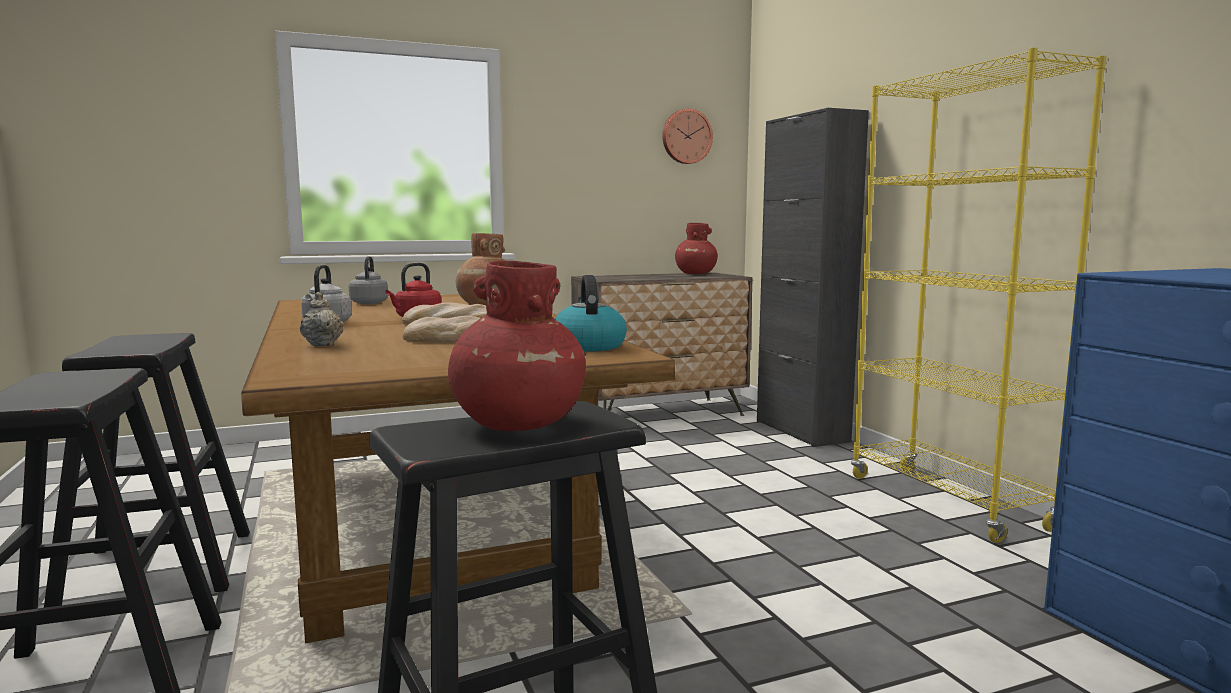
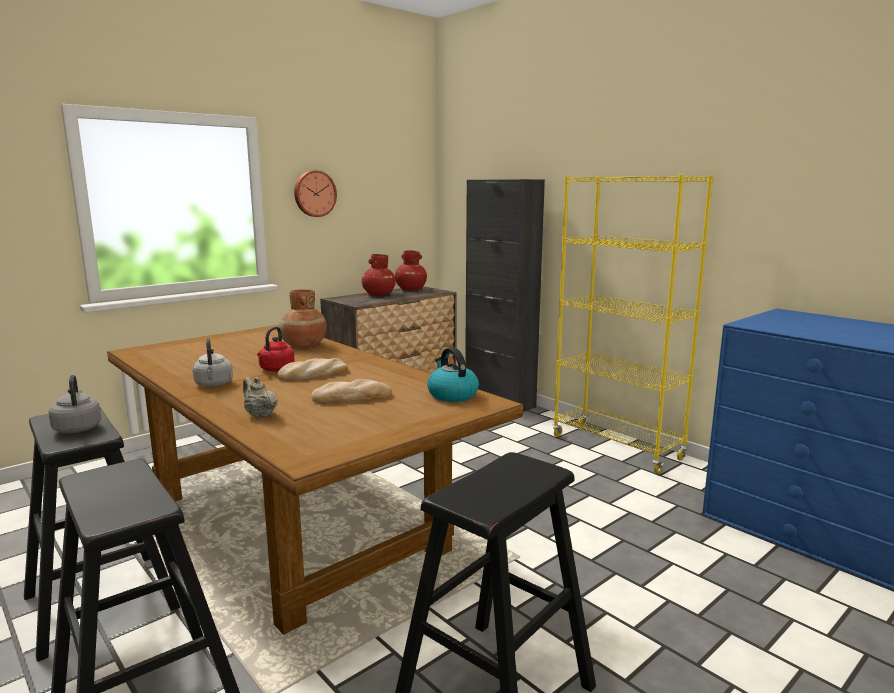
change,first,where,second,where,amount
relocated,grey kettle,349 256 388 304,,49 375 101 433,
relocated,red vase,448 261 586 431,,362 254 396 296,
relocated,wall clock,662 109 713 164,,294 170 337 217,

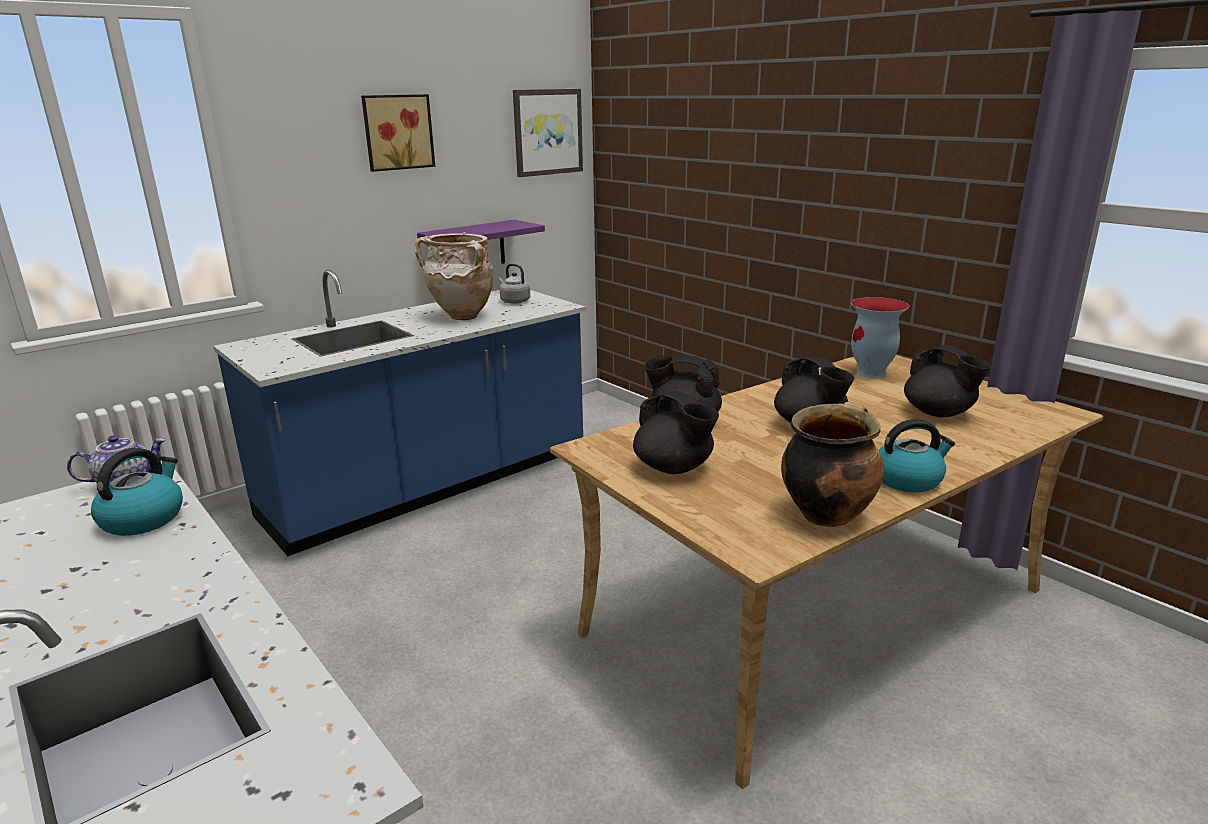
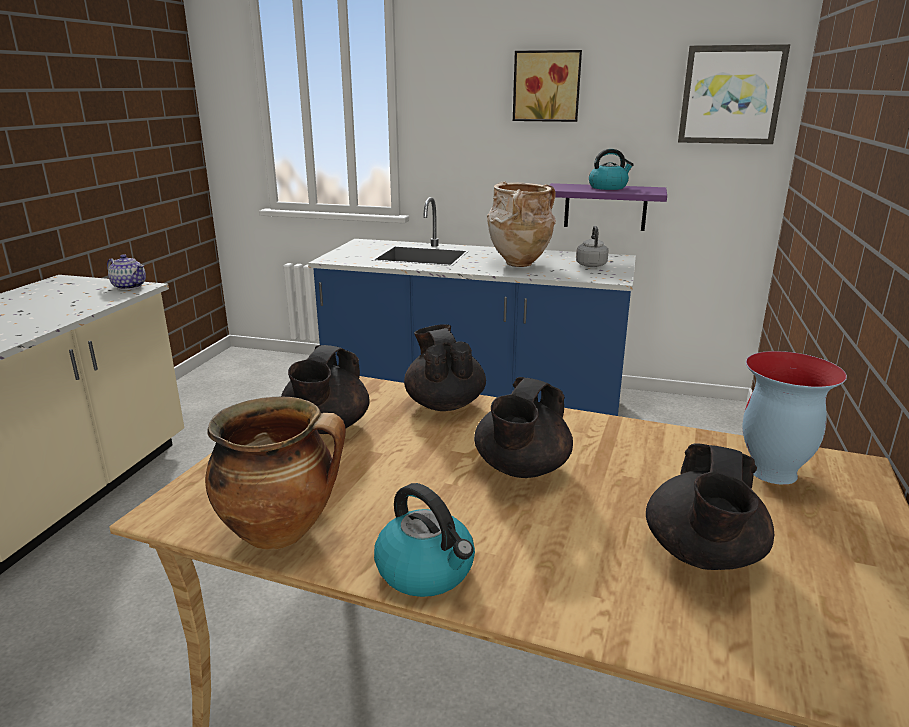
change,first,where,second,where,amount
relocated,kettle,91 448 183 536,,589 149 634 190,

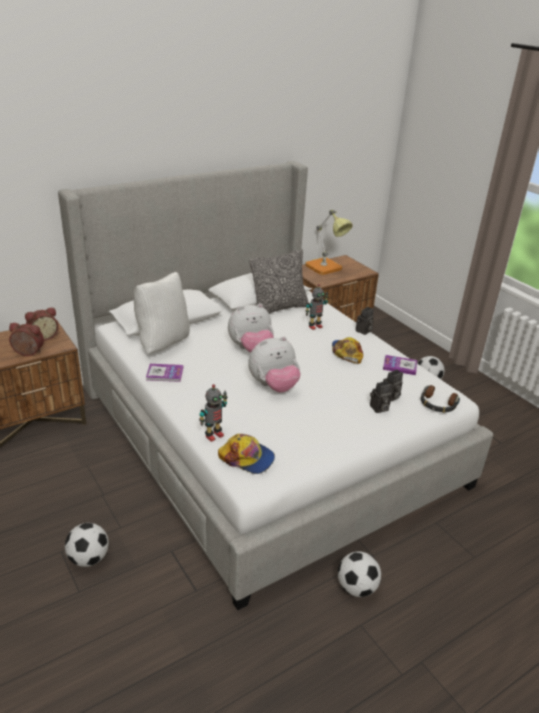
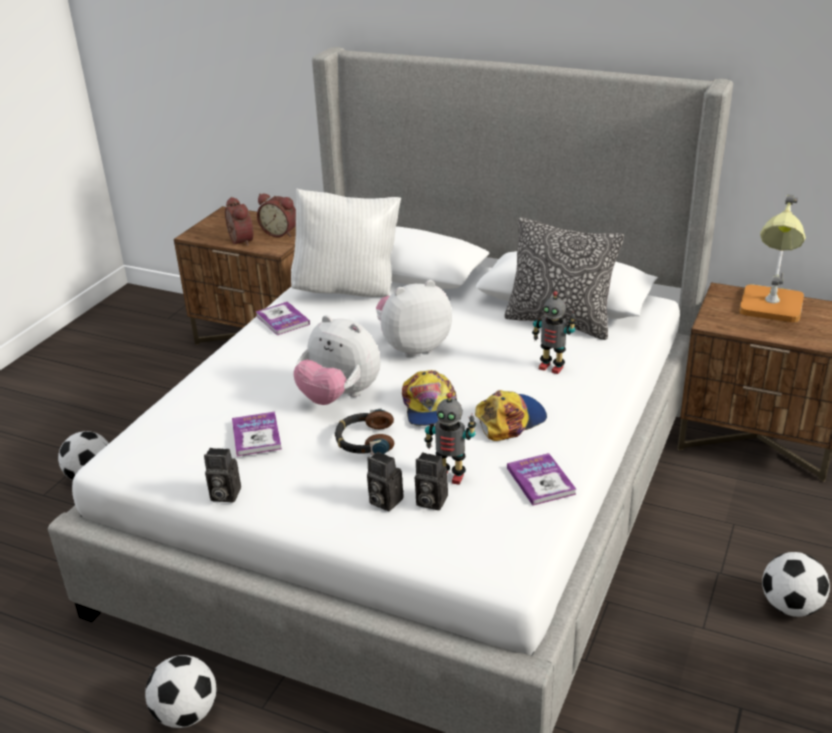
change,first,where,second,where,amount
relocated,toy robot,199 384 227 442,,424 393 476 485,
relocated,cap,218 434 275 474,,402 370 457 426,
spun,plush toy,228 304 274 353,,376 280 452 358,120 degrees clockwise
relocated,photo camera,356 307 374 335,,204 448 241 502,
relocated,headphones,421 385 460 413,,335 409 394 455,
appeared,,,book,232 412 282 457,

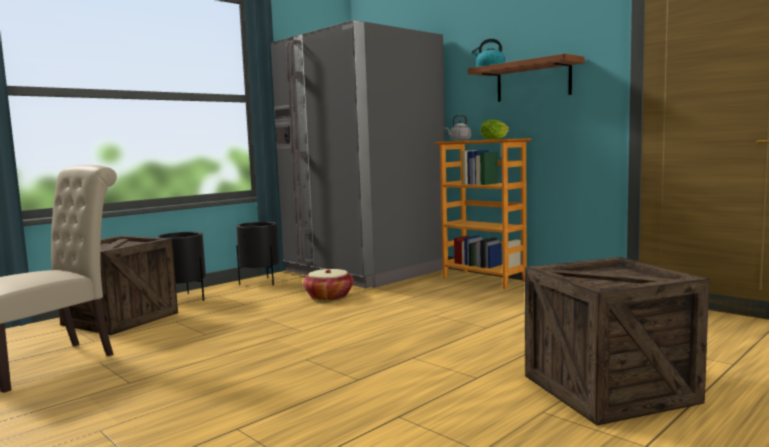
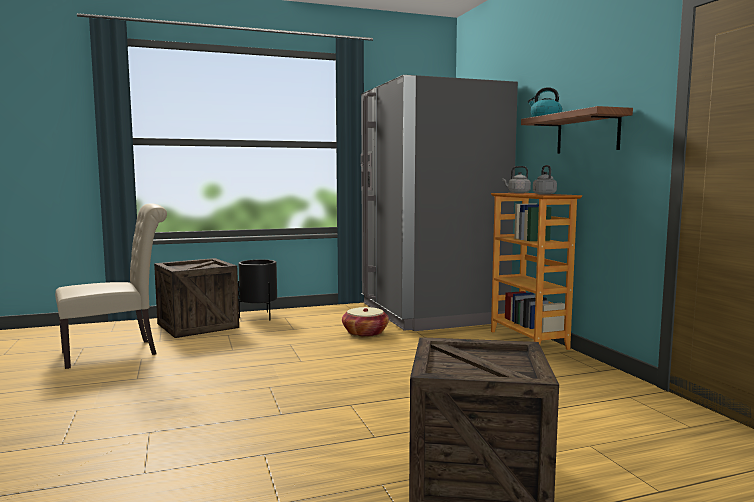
change,first,where,second,where,amount
missing,black planter,236 222 279 285,,,
exchanged,lettuce,480 120 509 140,grey kettle,533 165 557 195,

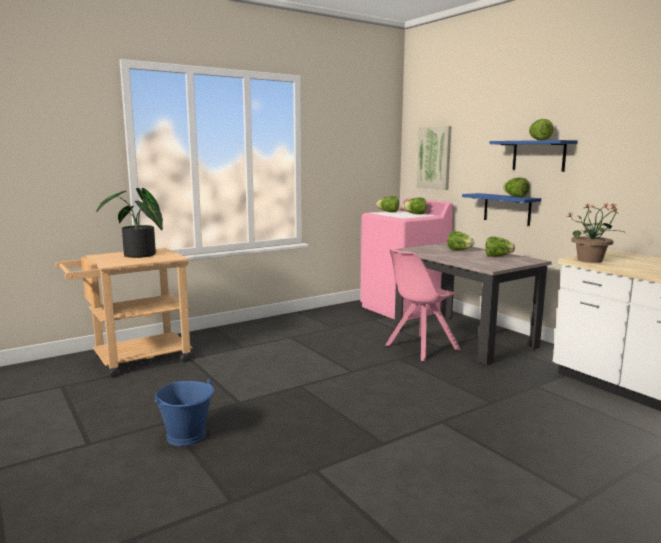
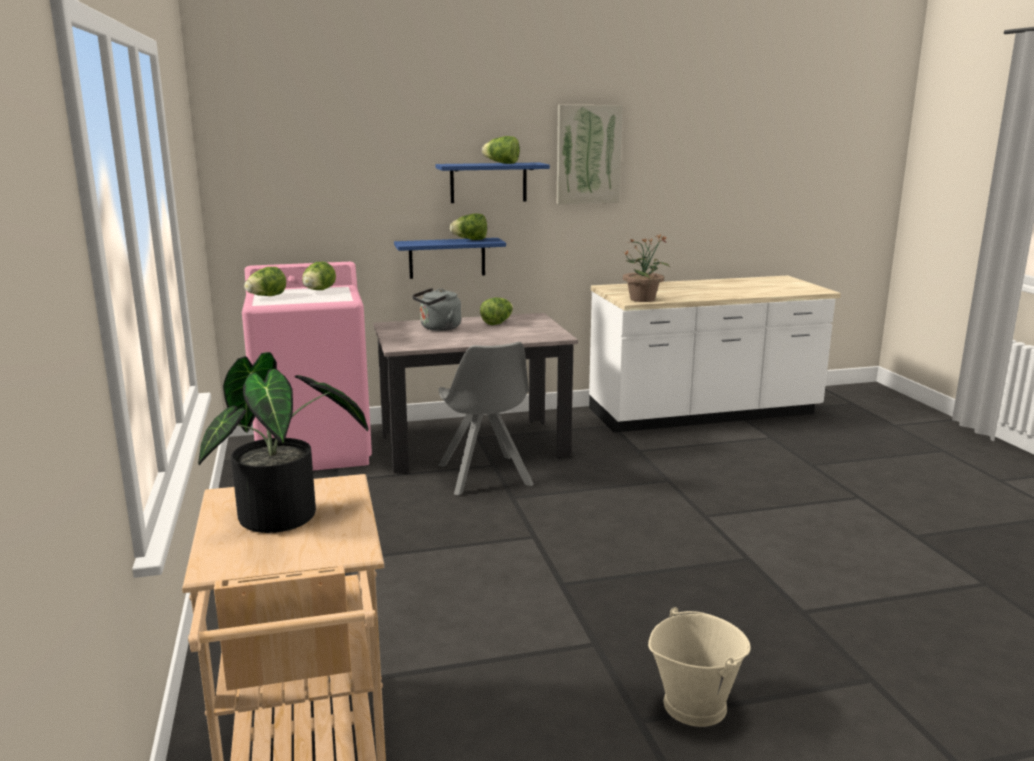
change,first,where,second,where,amount
colour,blue bucket,155 379 214 446,beige bucket,648 607 751 727,
colour,pink chair,385 248 460 361,grey chair,438 342 533 496,
relocated,picture,416 126 451 190,,557 105 623 204,
exchanged,lettuce,447 231 475 250,grey kettle,412 288 461 331,

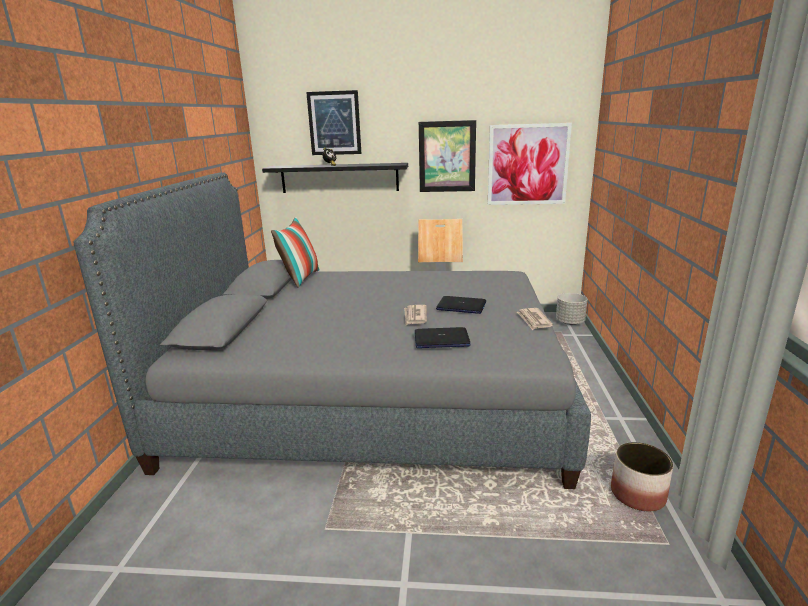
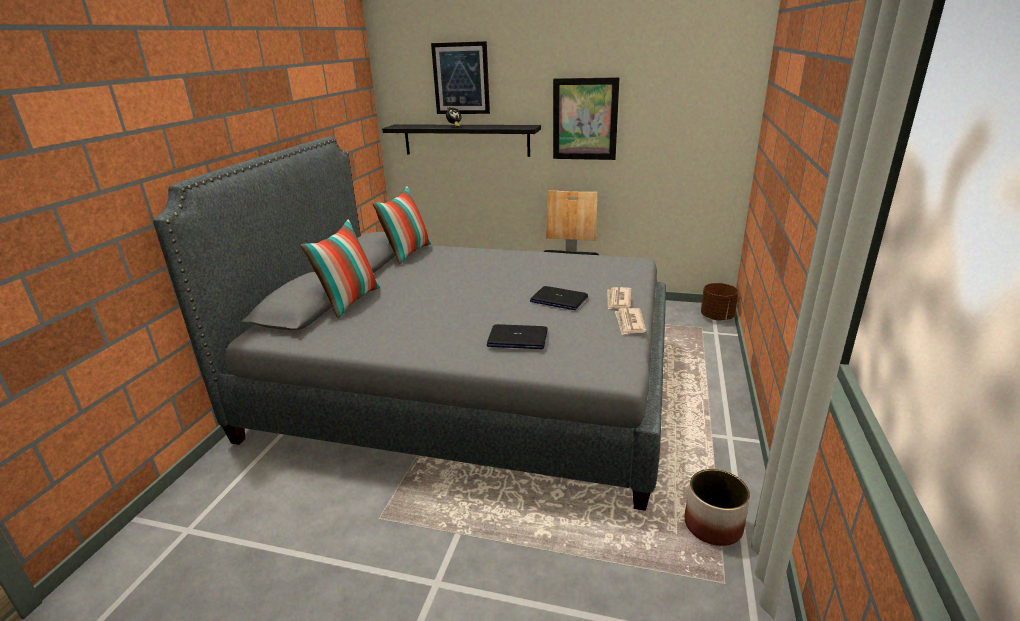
change,first,where,second,where,amount
relocated,newspaper,404 305 427 325,,607 287 631 309,
missing,picture,488 123 572 205,,,
colour,grey planter,556 293 588 325,brown planter,701 283 739 321,
appeared,,,pillow,300 219 380 318,

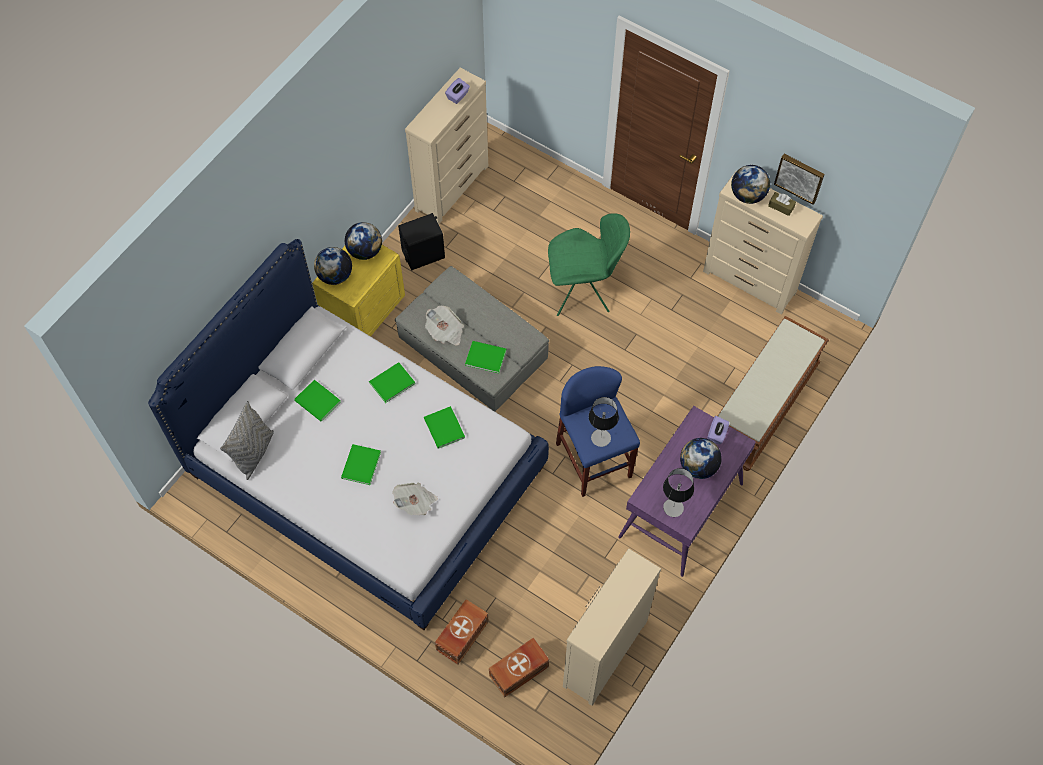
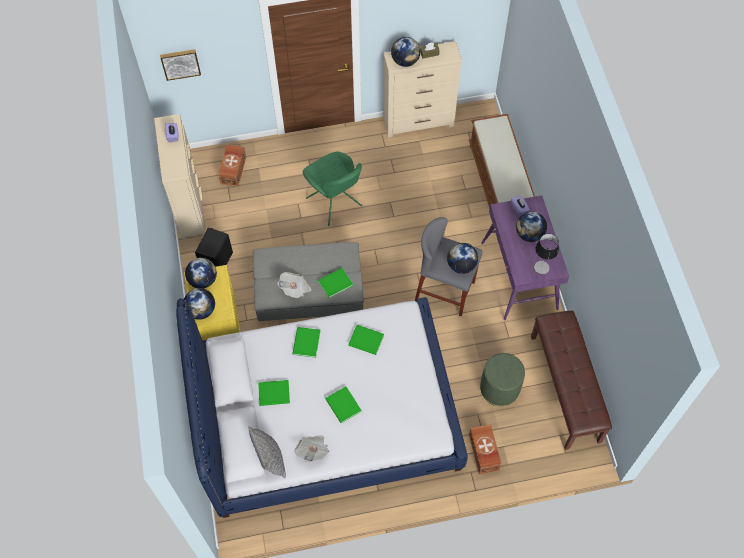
change,first,where,second,where,amount
relocated,newspaper,392 483 438 515,,294 435 329 462,
relocated,brown storage box,489 638 549 698,,218 145 246 187,
spun,green chair,548 213 630 316,,302 151 362 226,105 degrees clockwise
colour,blue stool,556 366 640 497,grey stool,415 217 482 316,
exchanged,beige dresser,563 549 661 706,brown bench,531 311 612 450,
exchanged,table lamp,589 397 619 447,globe,447 243 478 274,
relocated,picture,774 154 825 205,,160 49 201 81,
appeared,,,green ottoman,480 353 525 407,

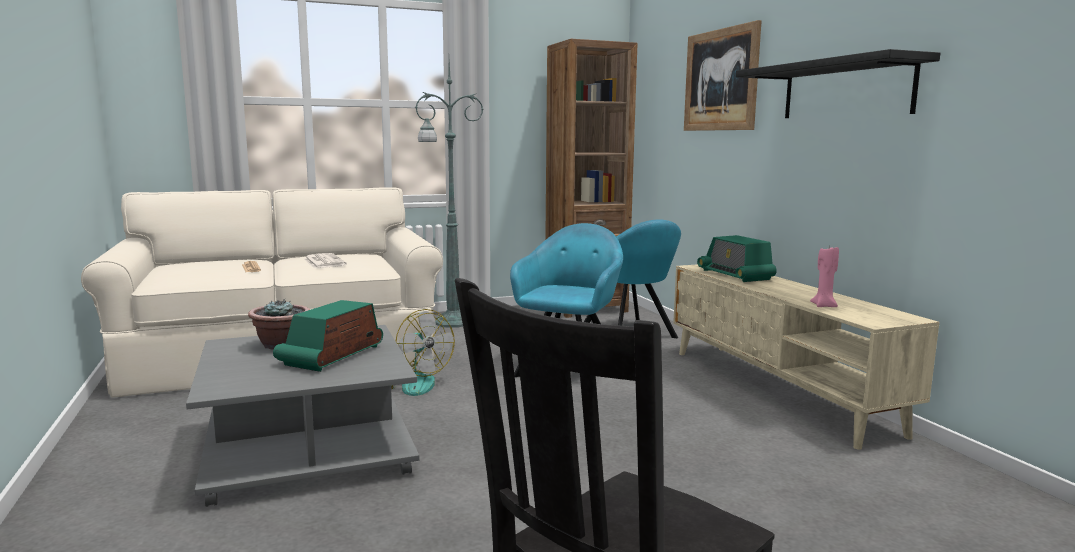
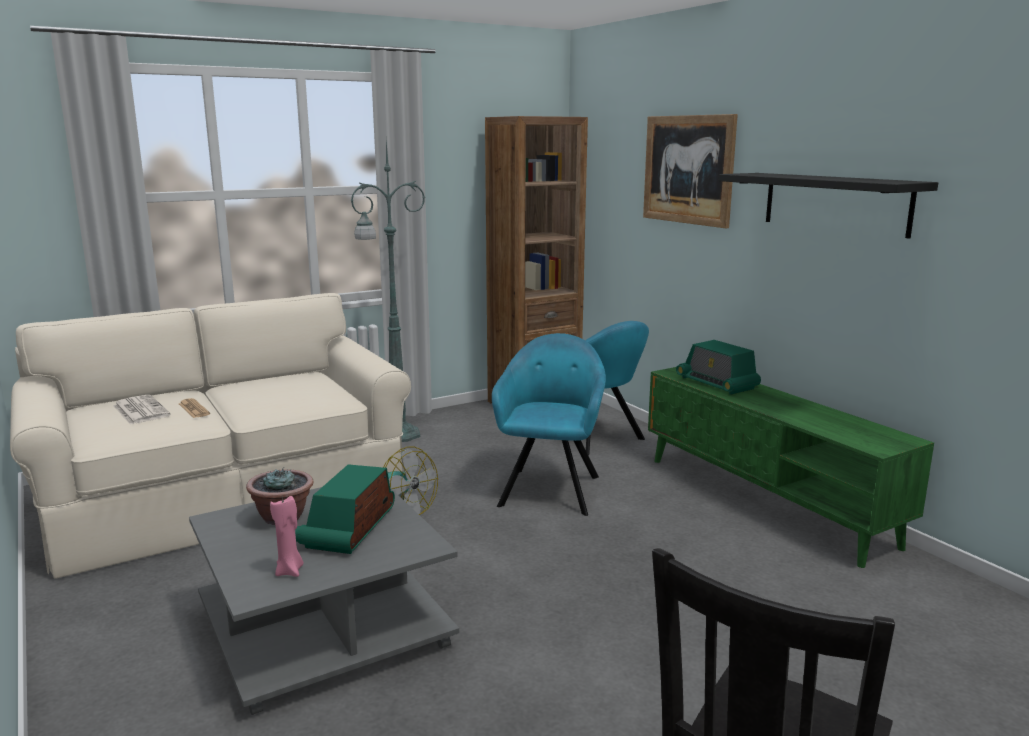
change,first,where,second,where,amount
relocated,newspaper,304 253 346 268,,113 395 171 425,
colour,beige tv stand,673 264 940 450,green tv stand,648 367 934 568,
relocated,pink candle,810 247 839 307,,270 496 304 577,

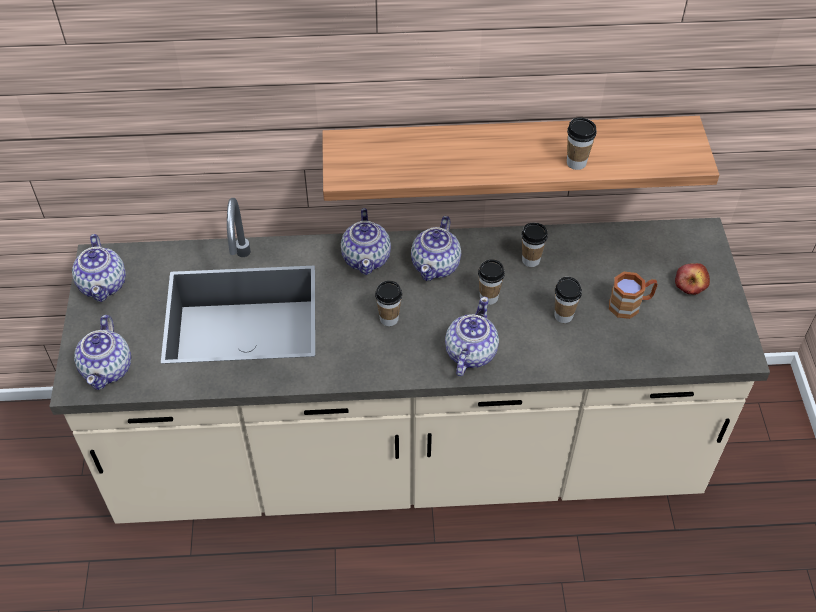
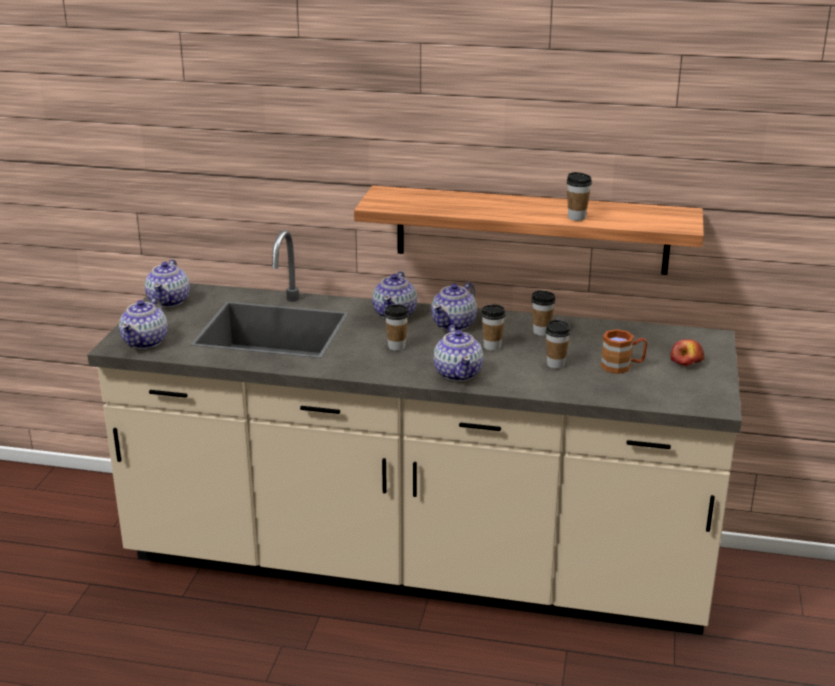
change,first,where,second,where,amount
spun,teapot,445 297 499 376,,434 326 483 381,135 degrees clockwise

